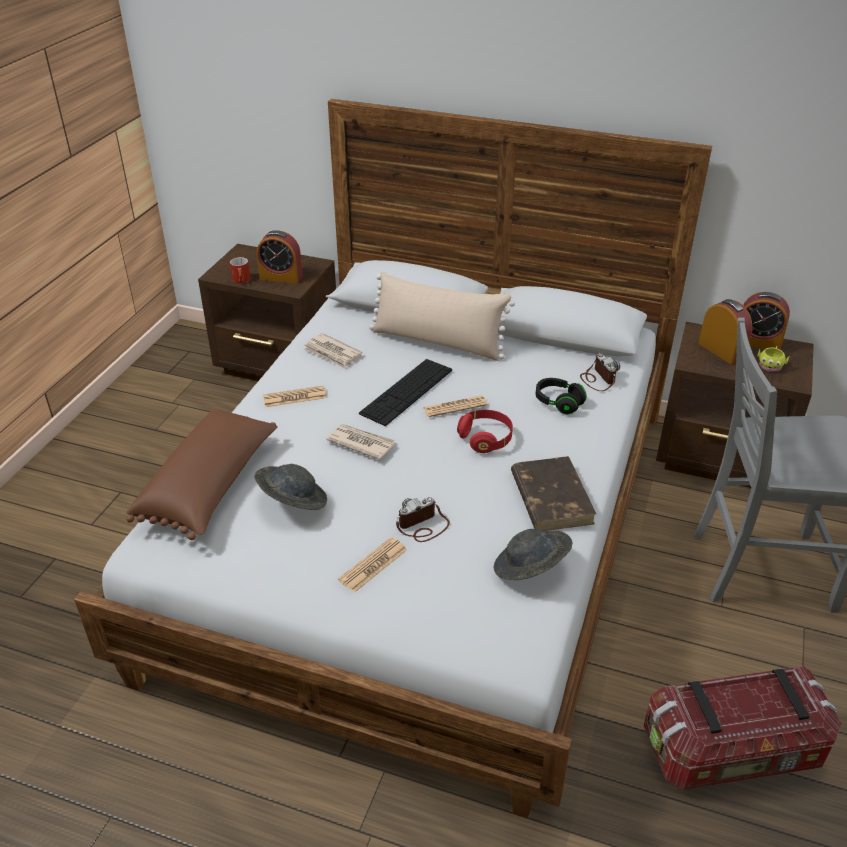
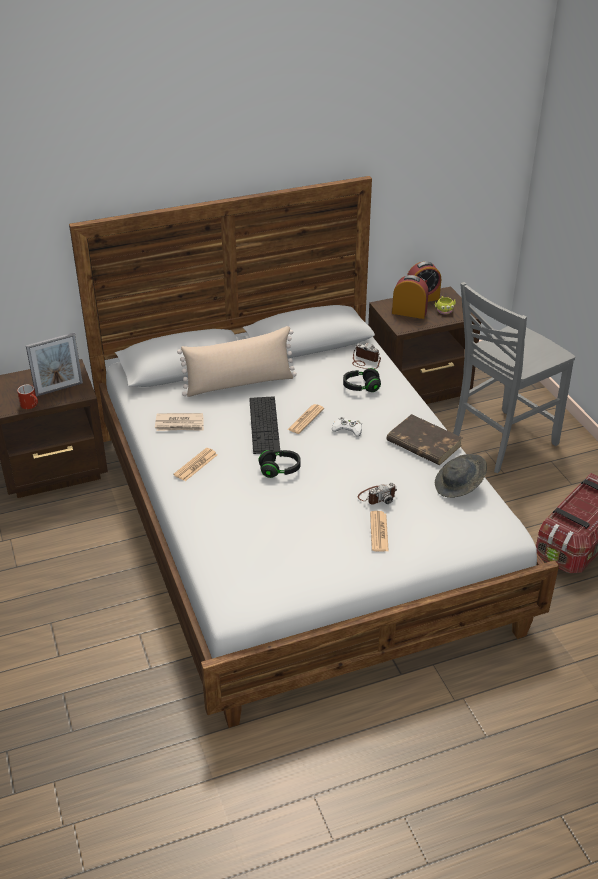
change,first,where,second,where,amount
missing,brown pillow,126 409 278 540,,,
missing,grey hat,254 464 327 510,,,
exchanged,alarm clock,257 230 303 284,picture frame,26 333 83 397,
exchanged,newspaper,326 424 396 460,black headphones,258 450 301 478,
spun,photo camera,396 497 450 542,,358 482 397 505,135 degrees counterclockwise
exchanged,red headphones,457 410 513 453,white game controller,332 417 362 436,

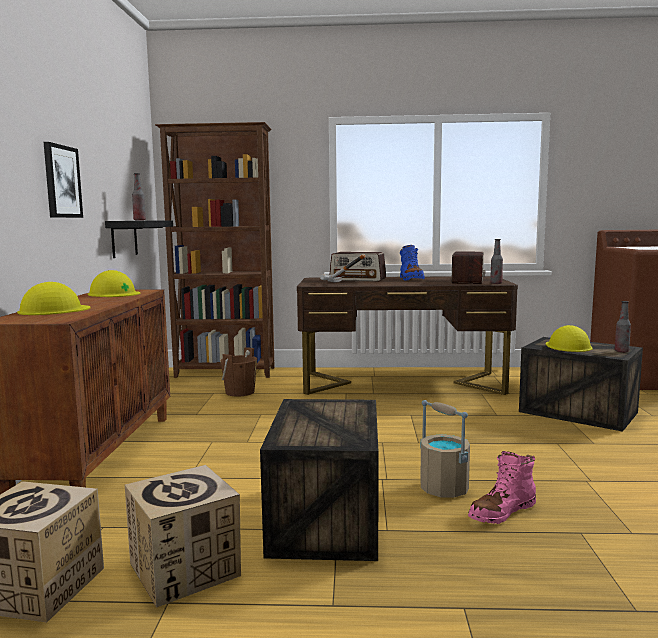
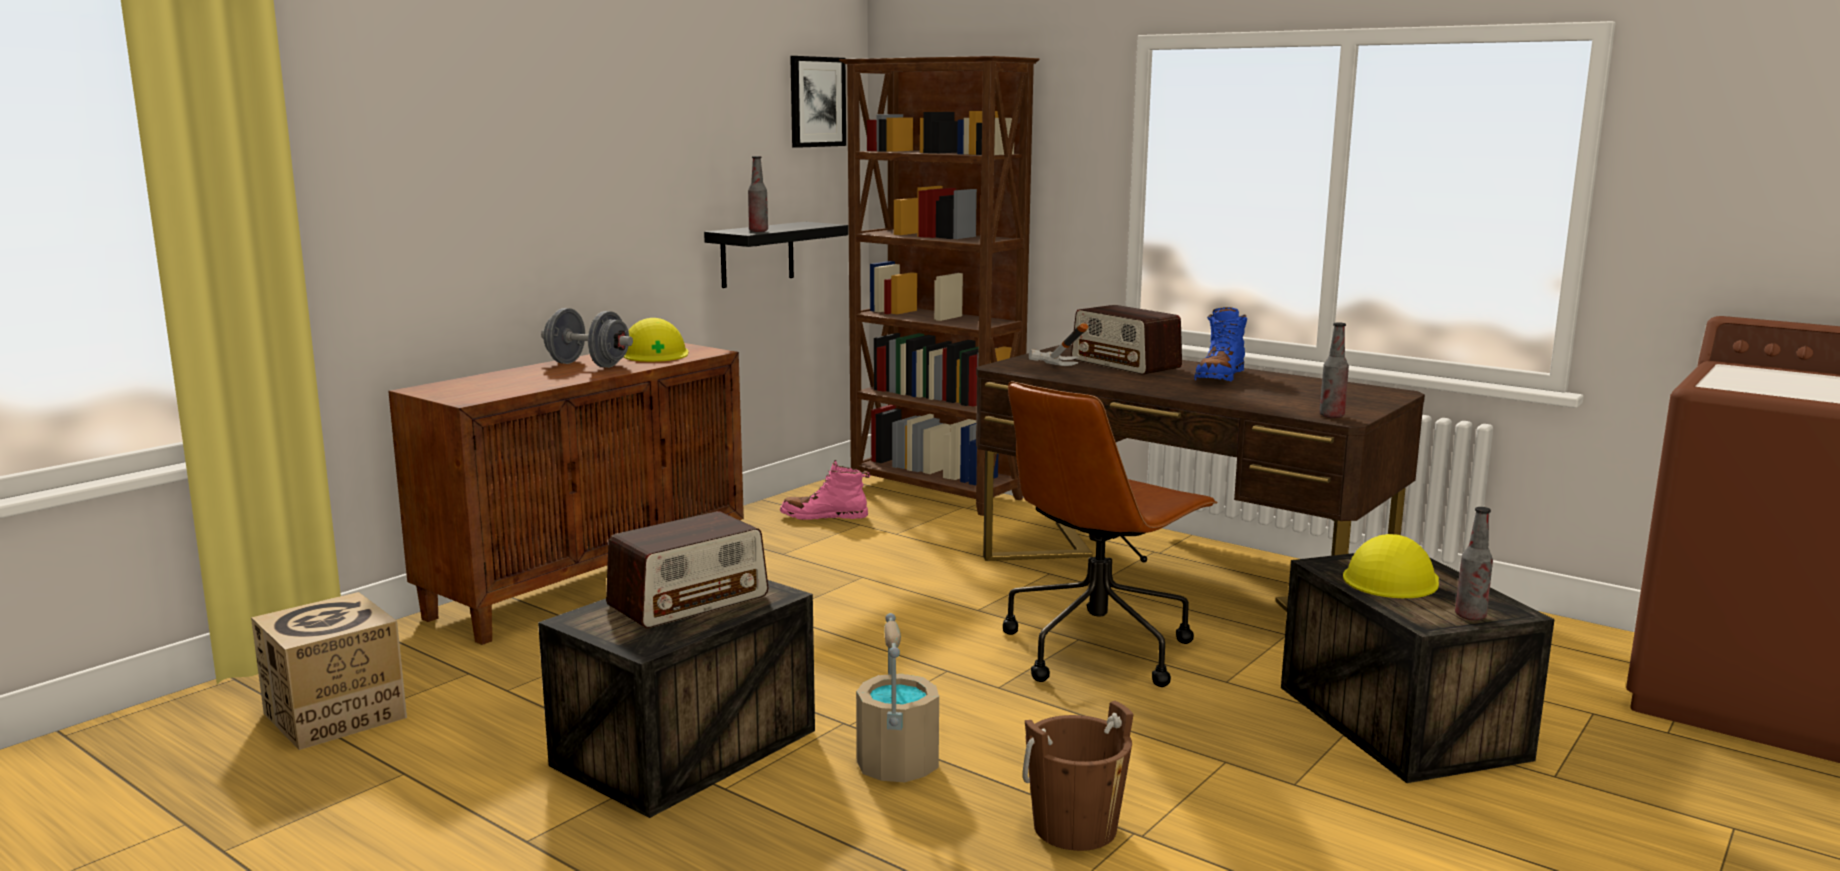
change,first,where,second,where,amount
missing,yellow hard hat,17 282 91 315,,,
relocated,picture,44 142 83 218,,790 56 846 148,
missing,cardboard box,125 465 241 608,,,
relocated,brown bucket,221 347 257 397,,1023 700 1134 851,
relocated,radio,451 252 486 284,,606 511 769 628,
relocated,pink boot,468 451 536 524,,780 460 870 520,
appeared,,,grey dumbbell,541 308 633 368,
appeared,,,brown office chair,1003 381 1217 687,

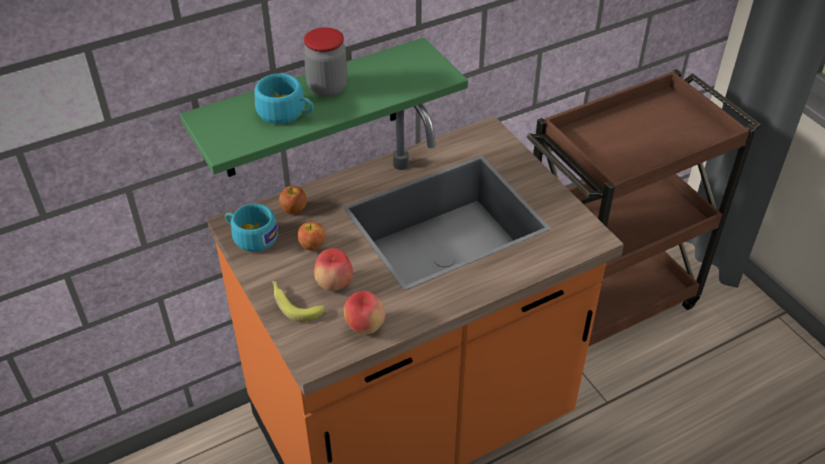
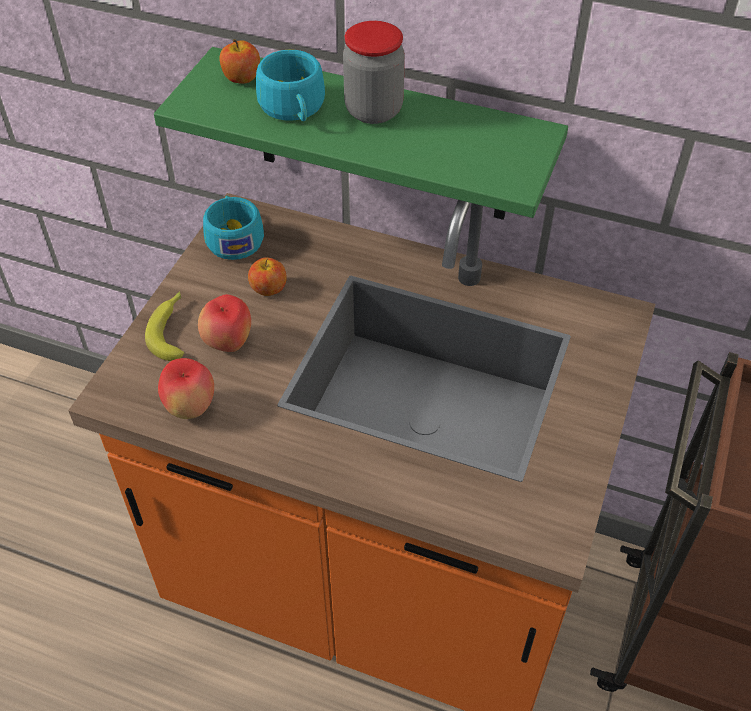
change,first,where,second,where,amount
relocated,apple,279 186 307 214,,219 39 260 84,

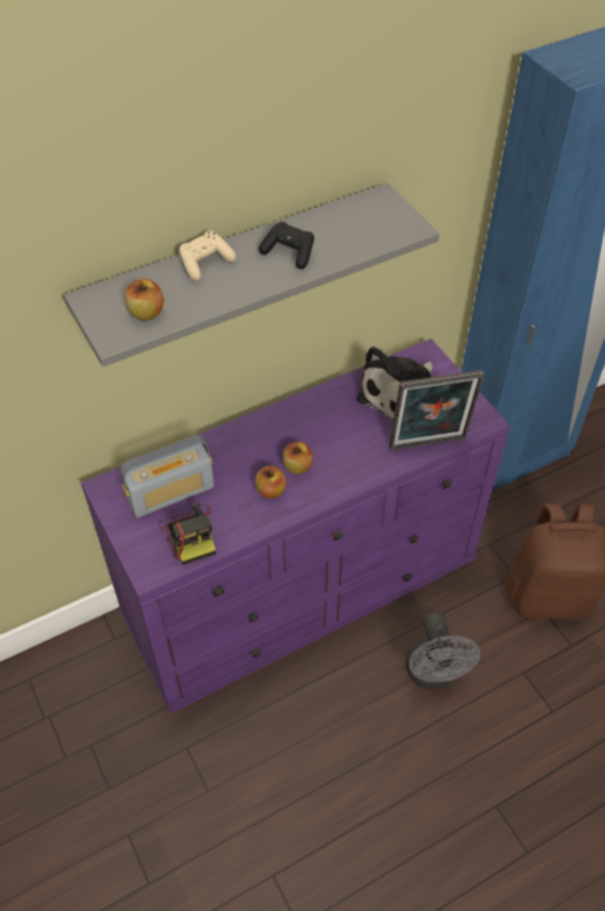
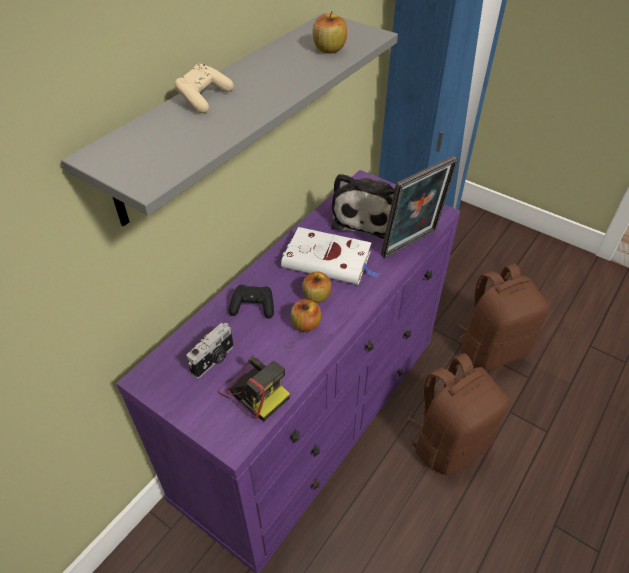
change,first,where,second,where,amount
exchanged,radio,120 435 214 518,photo camera,186 323 234 378,
relocated,apple,125 279 164 320,,313 11 347 53,
relocated,black game controller,259 222 314 269,,229 285 274 319,
exchanged,grey fan,406 612 480 689,brown backpack,407 353 510 475,
appeared,,,white book,281 227 380 285,

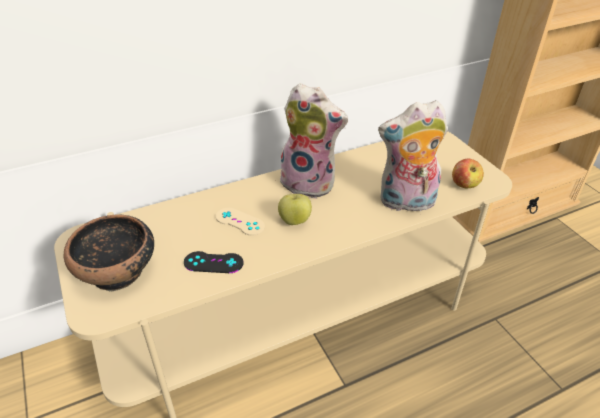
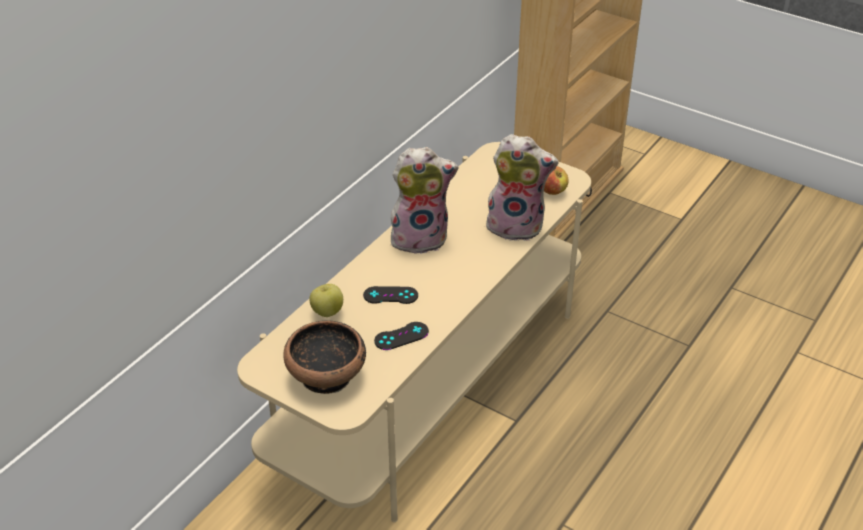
change,first,where,second,where,amount
colour,beige game controller,216 208 265 236,black game controller,363 286 418 304,
relocated,apple,278 194 312 225,,309 284 343 317,
spun,plush toy,378 100 448 211,,484 134 558 241,135 degrees counterclockwise

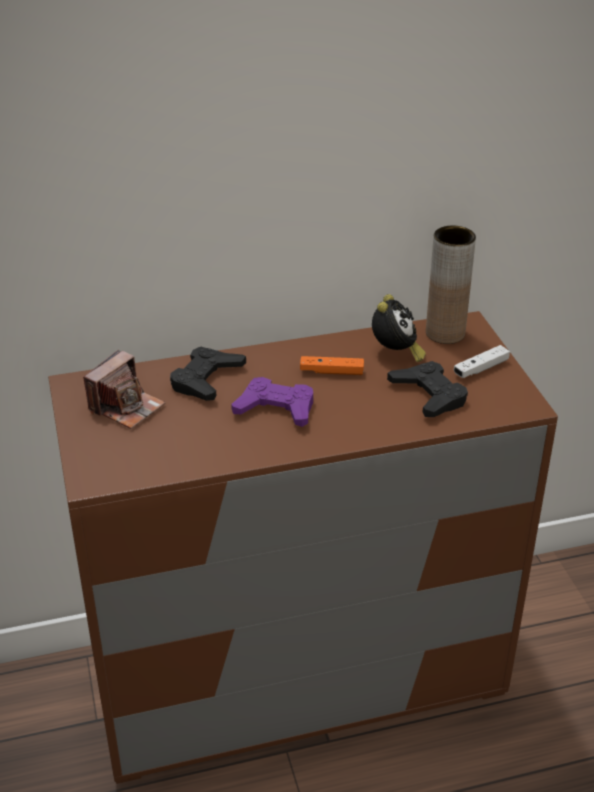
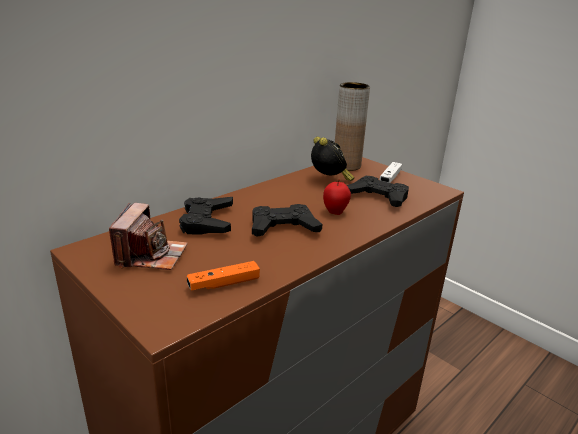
change,first,where,second,where,amount
colour,purple game controller,231 377 313 427,black game controller,252 204 322 237,
relocated,orange game controller,300 356 364 375,,187 261 260 290,
appeared,,,apple,323 180 351 215,

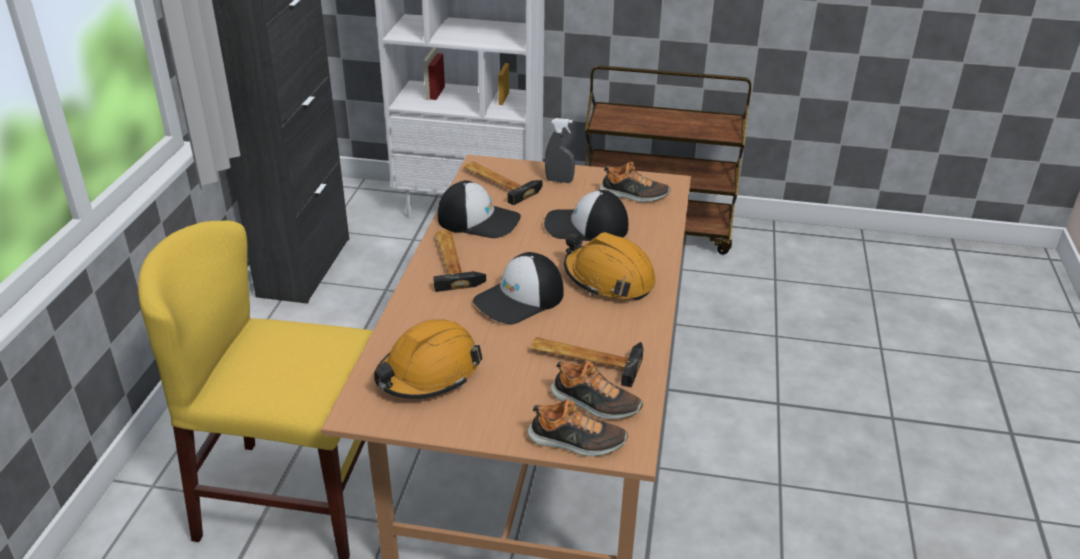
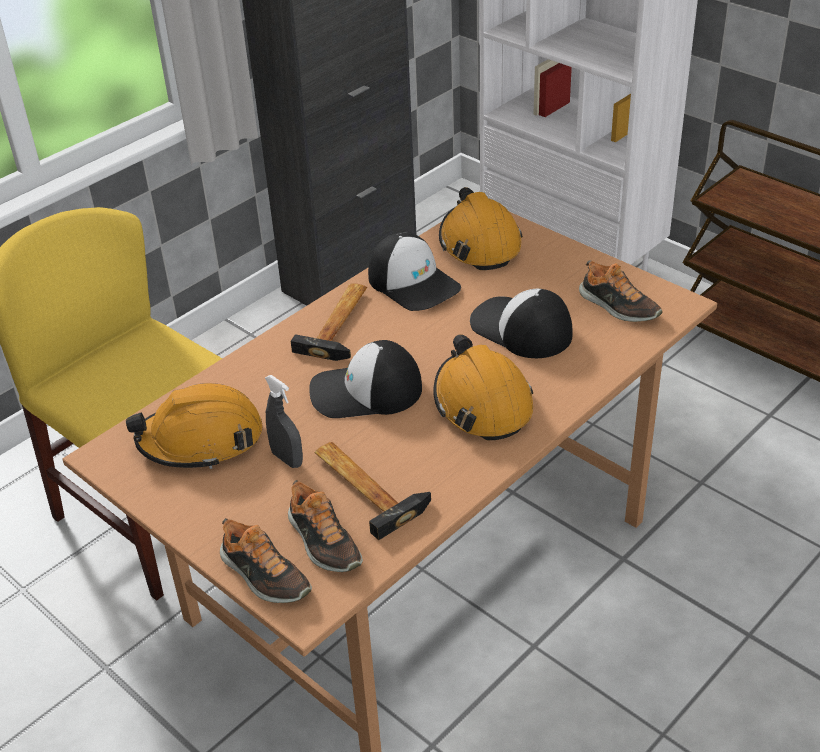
change,first,where,second,where,amount
exchanged,hammer,464 162 543 205,orange hard hat,439 187 523 270,
relocated,grey spray bottle,545 118 575 183,,265 375 303 468,

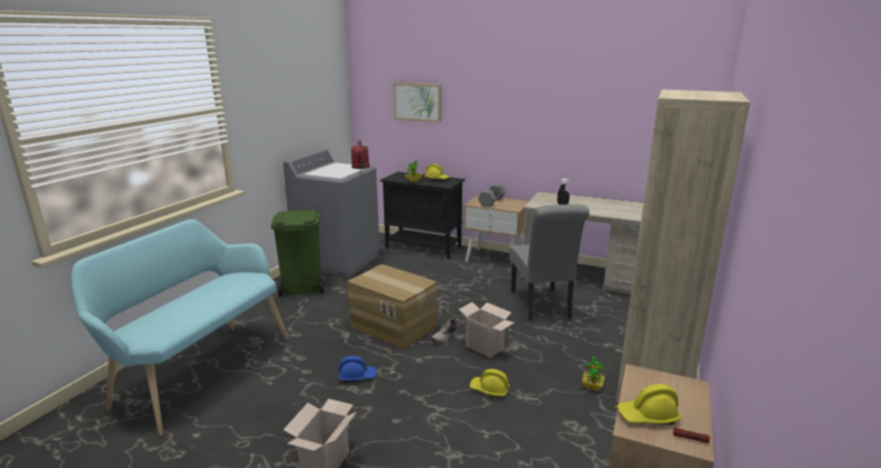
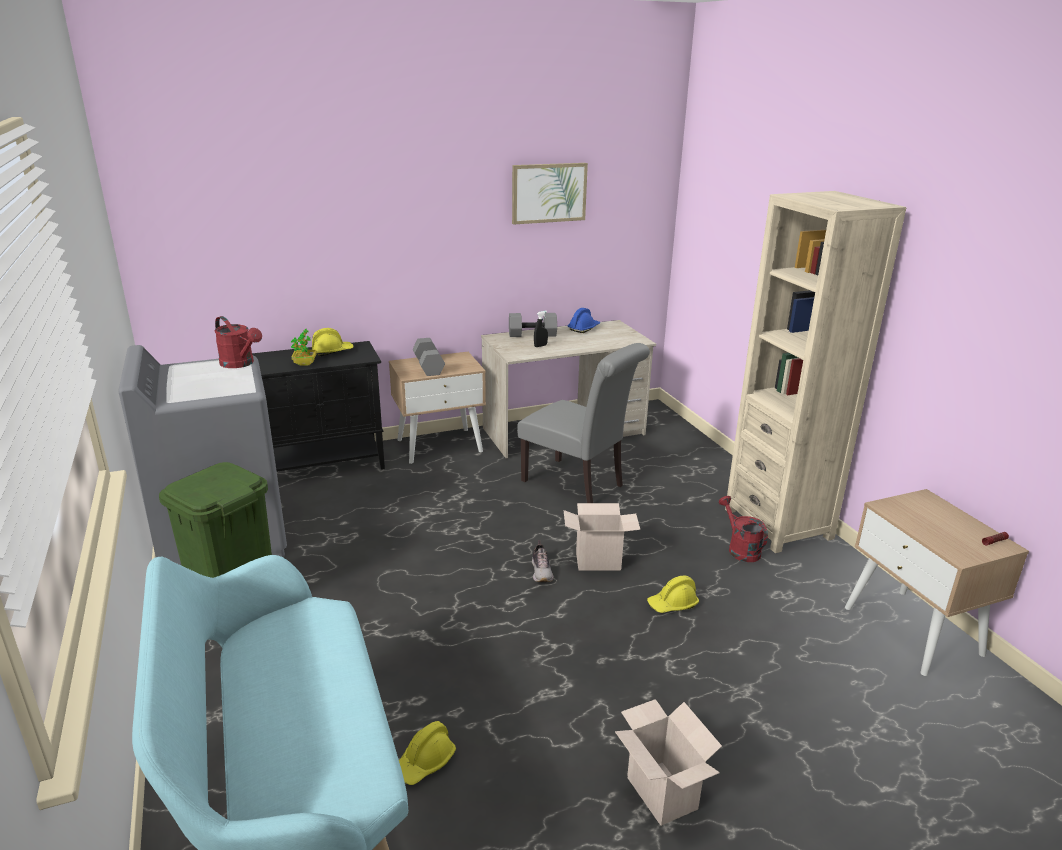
change,first,where,second,where,amount
relocated,blue hard hat,339 356 377 383,,567 308 600 333,
missing,cardboard box,347 264 438 349,,,
relocated,picture,394 83 441 122,,512 163 588 224,
exchanged,potted plant,582 356 605 390,red watering can,719 496 768 562,
relocated,yellow hard hat,617 384 681 425,,399 721 456 785,
appeared,,,grey dumbbell,509 313 557 337,

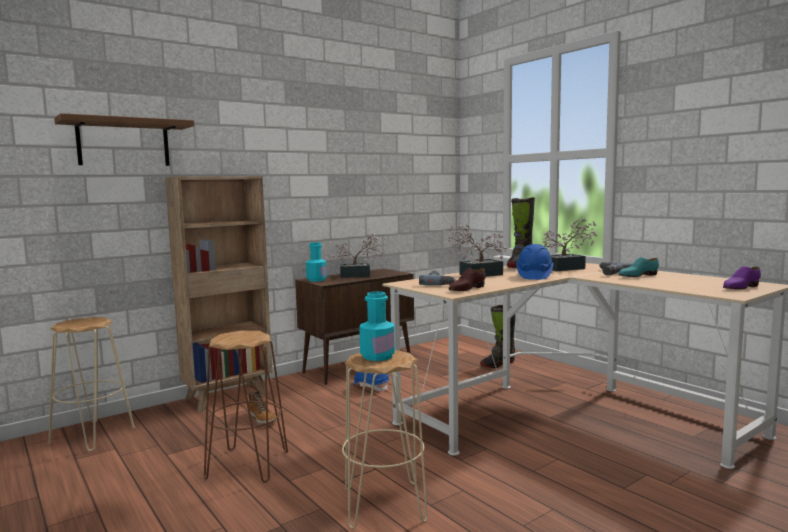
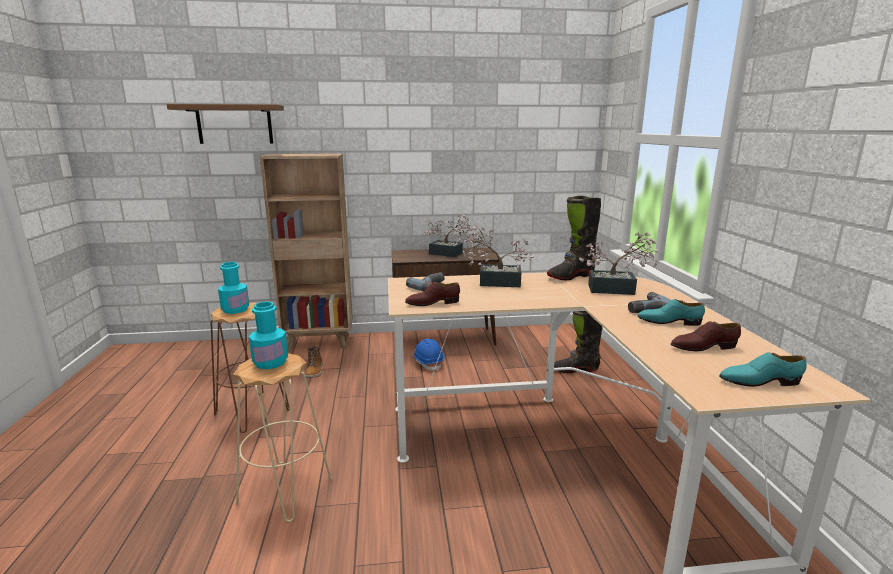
change,first,where,second,where,amount
missing,beige stool,48 317 135 451,,,
relocated,turquoise bottle,306 242 327 281,,218 262 249 314,
missing,blue hard hat,516 244 553 280,,,
colour,purple shoe,723 266 761 290,turquoise shoe,719 352 807 387,
appeared,,,brown shoe,671 321 741 351,

